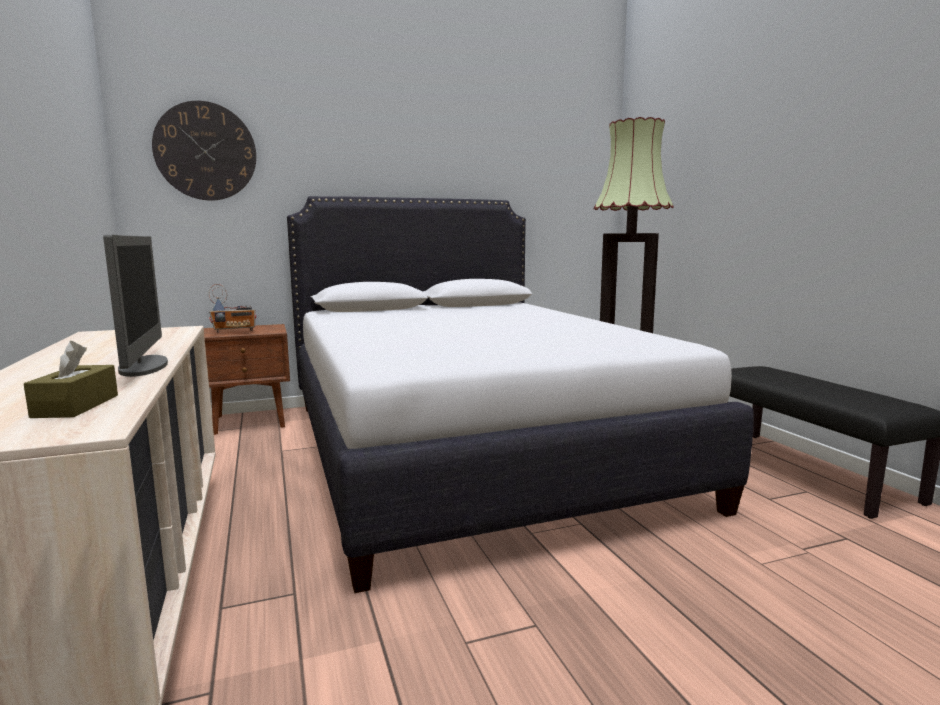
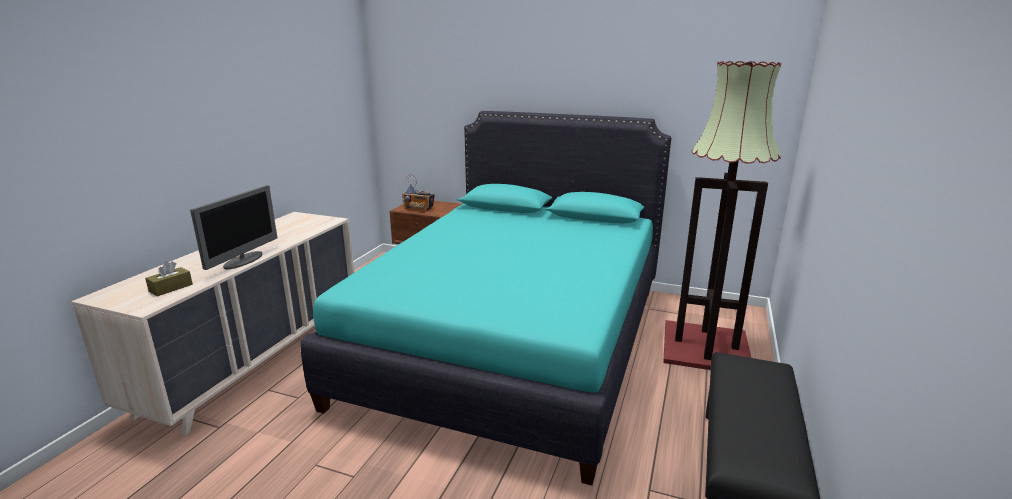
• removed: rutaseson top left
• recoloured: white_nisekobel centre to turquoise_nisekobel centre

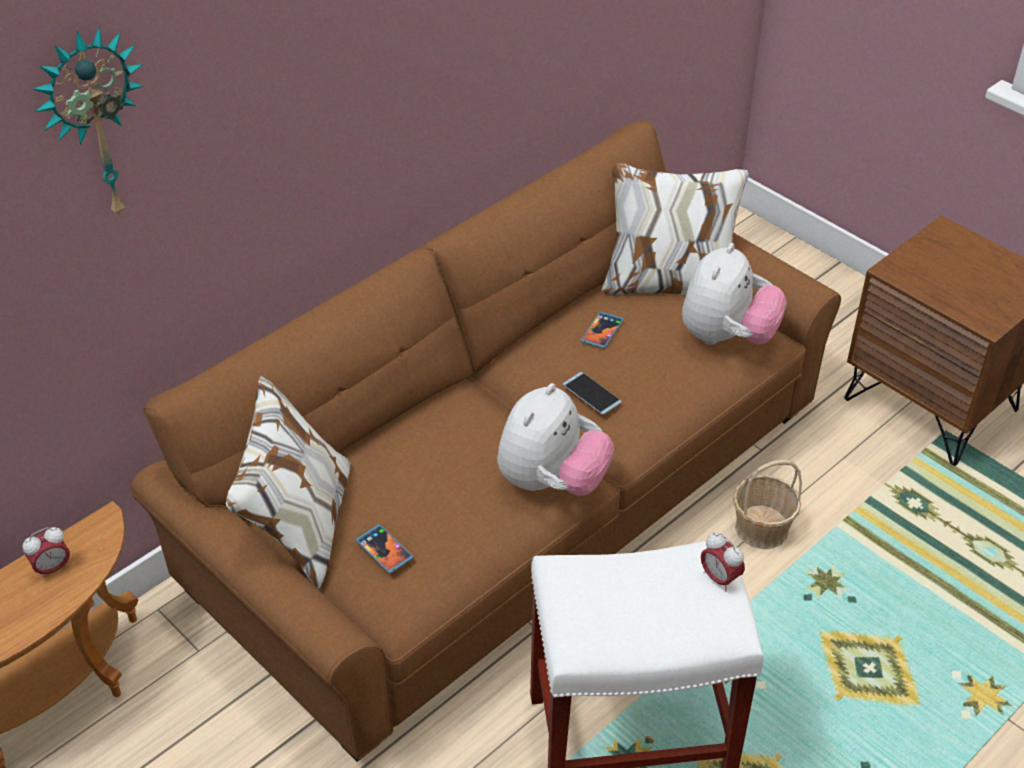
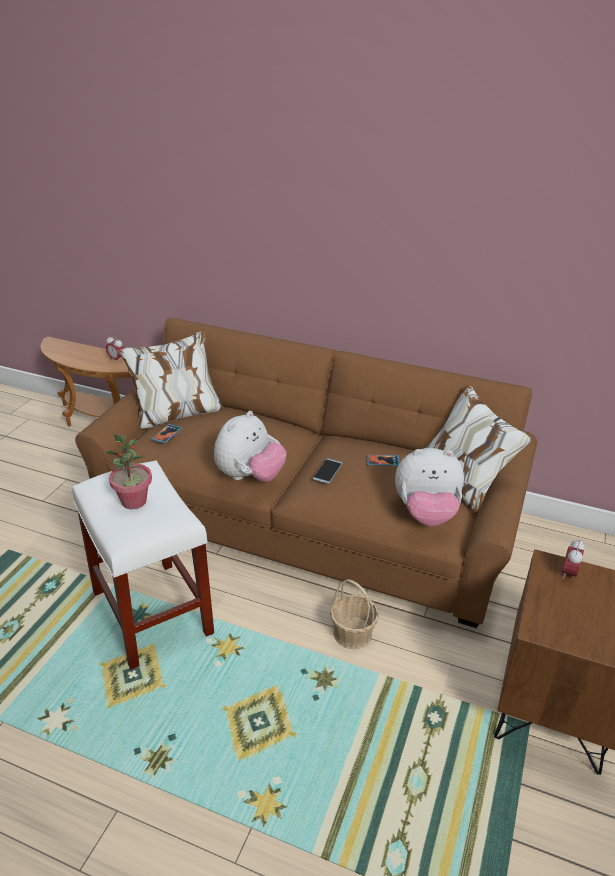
• removed: rutaseson top left
• turned: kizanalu (1st from left) centre = centre 60 degrees counterclockwise
• moved: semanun (2nd from left) bottom right to middle right
• added: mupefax middle left

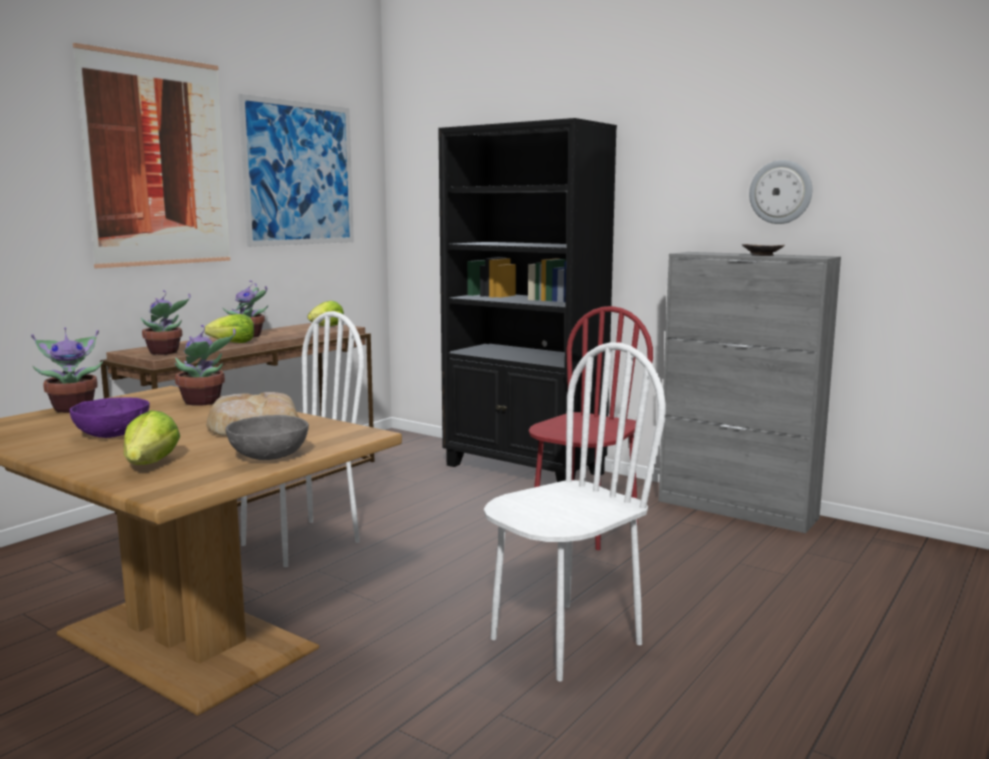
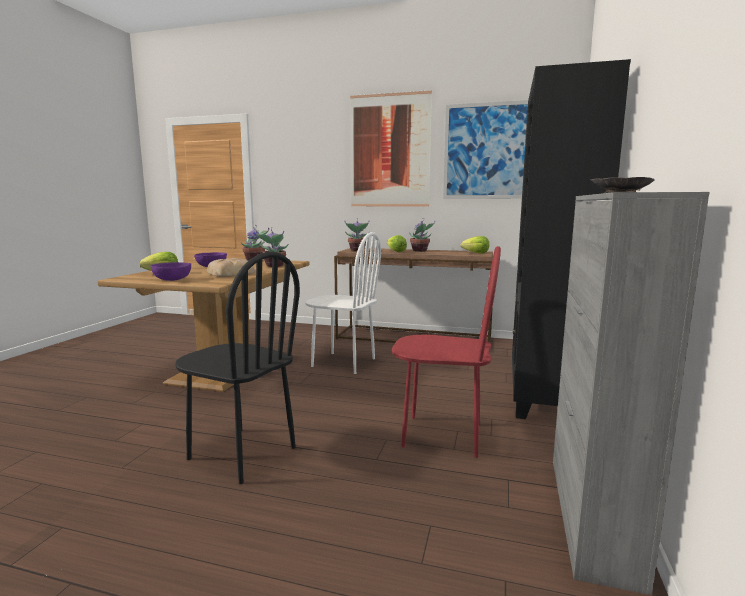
• recoloured: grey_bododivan middle left to purple_bododivan (1st from left) middle left
• recoloured: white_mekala (2nd from left) bottom centre to black_mekala middle left
• removed: rutaseson top right

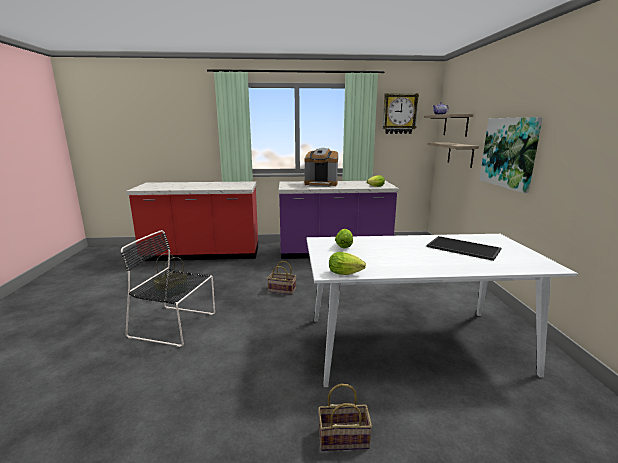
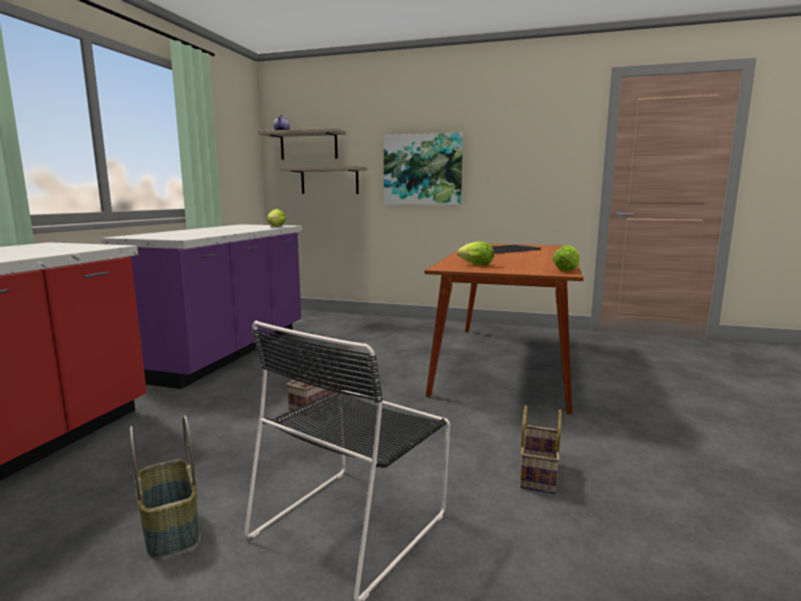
• removed: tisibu centre
• recoloured: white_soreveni bottom right to brown_soreveni centre
• moved: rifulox (3rd from left) bottom centre to bottom right
• removed: rutaseson top centre

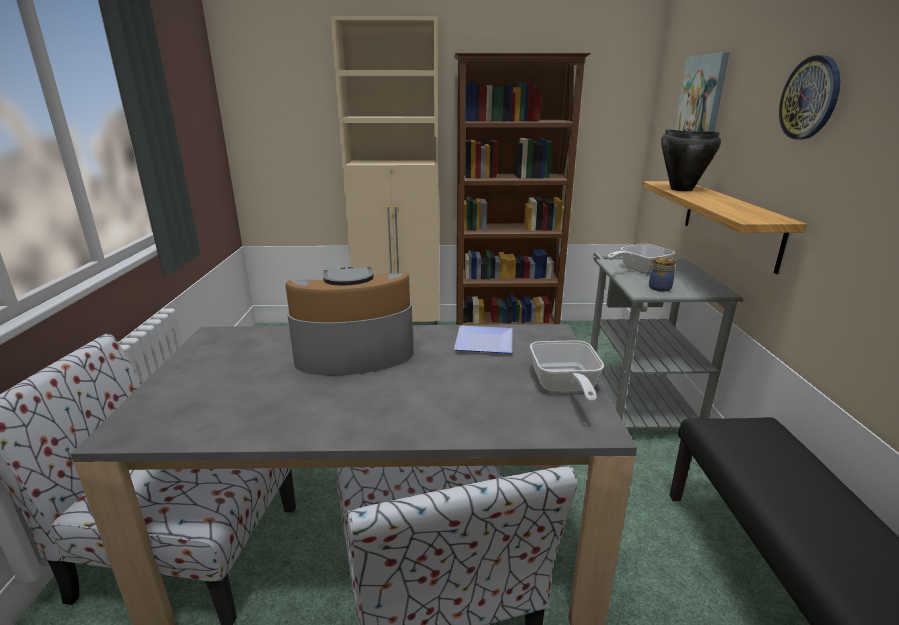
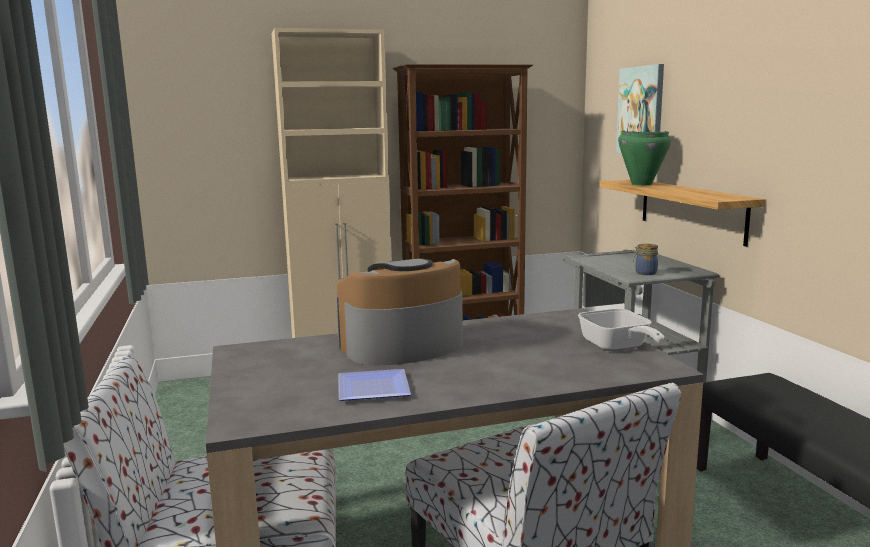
• moved: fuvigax centre to bottom centre
• removed: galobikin (2nd from left) middle right
• recoloured: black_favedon top right to green_favedon top right
• removed: rutaseson top right

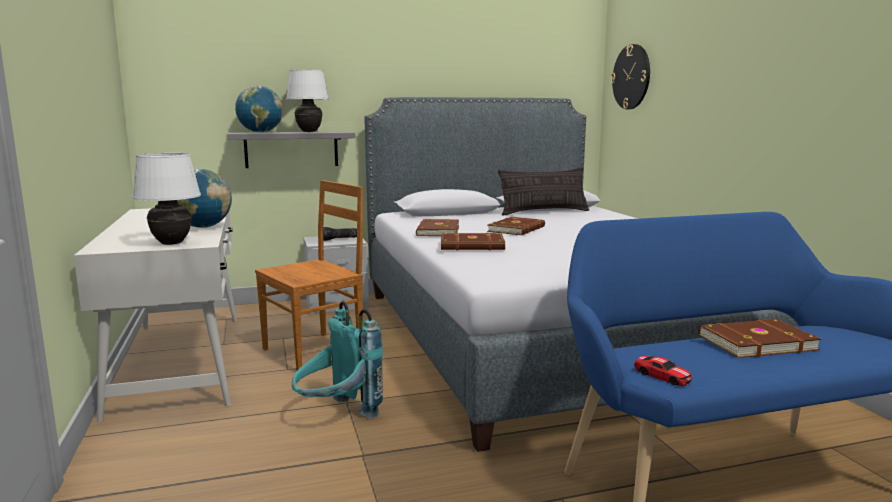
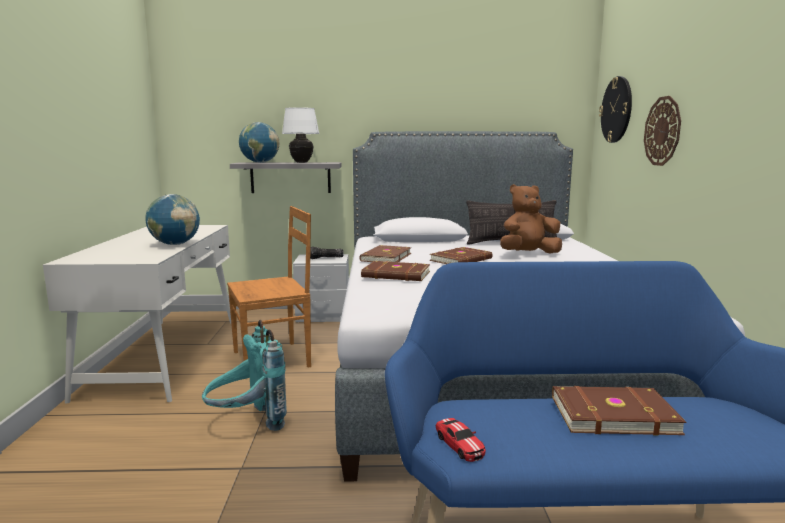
• removed: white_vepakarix (1st from left) middle left
• added: brown_kizanalu middle right
• added: rutaseson (2nd from left) top right

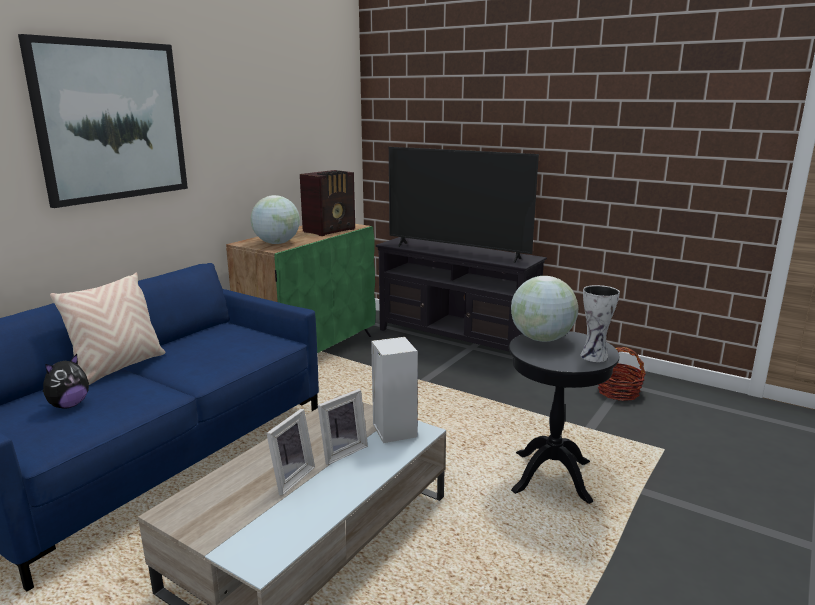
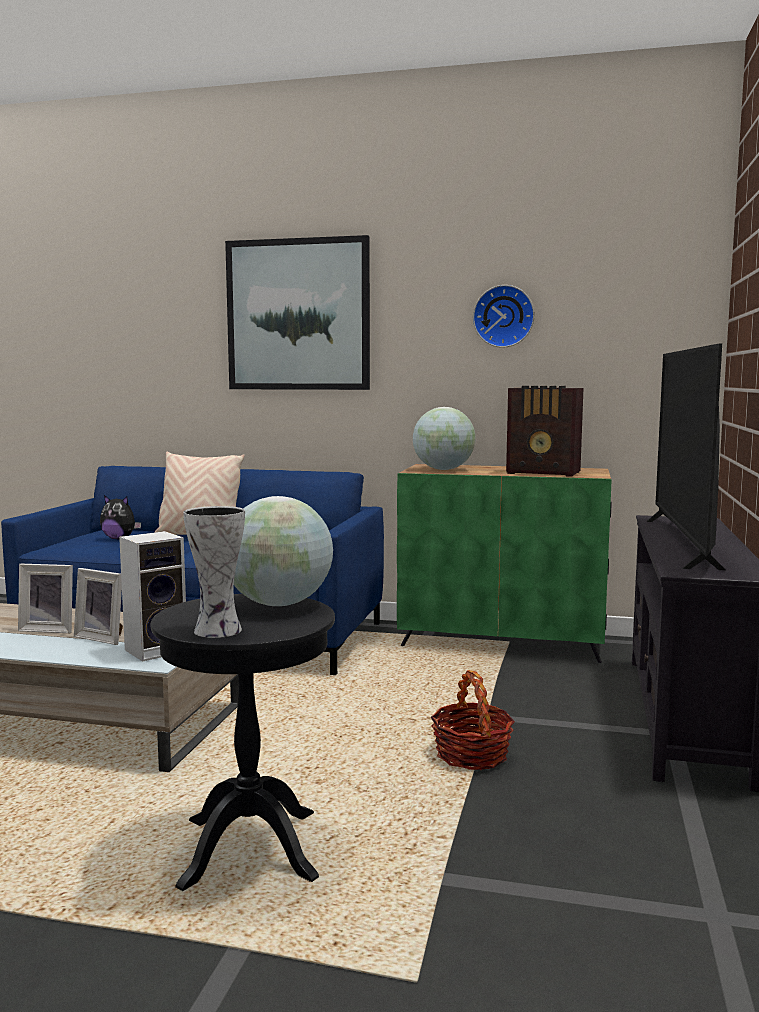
• moved: rifulox middle right to bottom centre
• added: rutaseson top centre

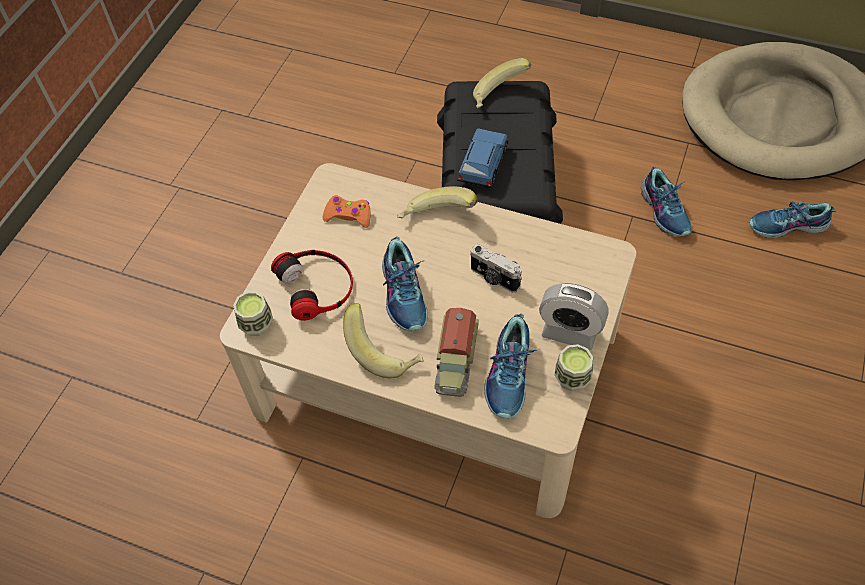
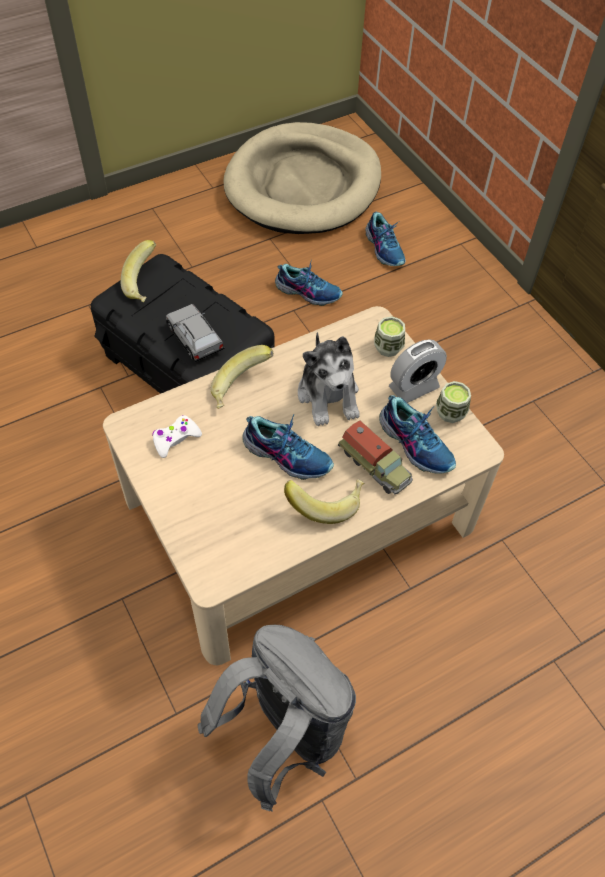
• moved: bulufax (1st from left) middle left to centre
• removed: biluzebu centre
• recoloured: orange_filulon centre to white_filulon middle left
• recoloured: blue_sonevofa top centre to grey_sonevofa middle left
• replaced: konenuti centre to kizanalu centre
• turned: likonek (4th from left in the first image) middle right = top centre 60 degrees counterclockwise
• added: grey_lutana bottom centre

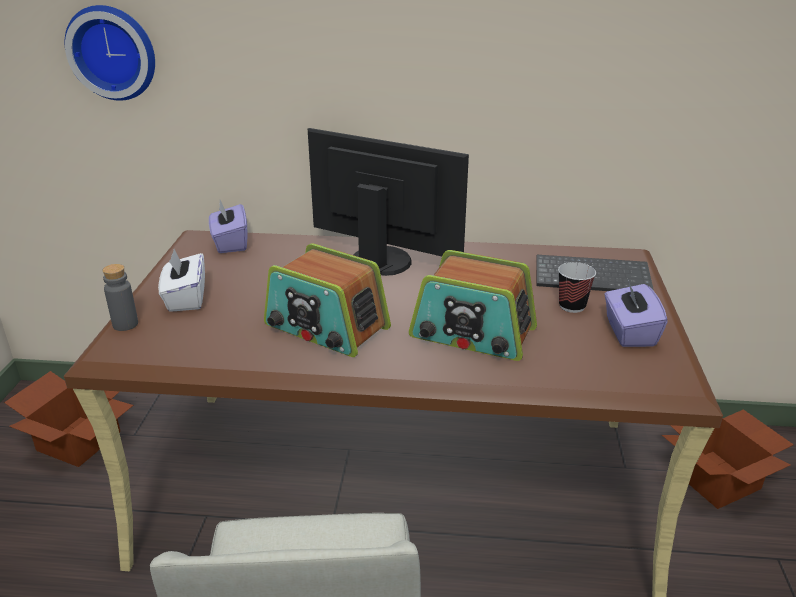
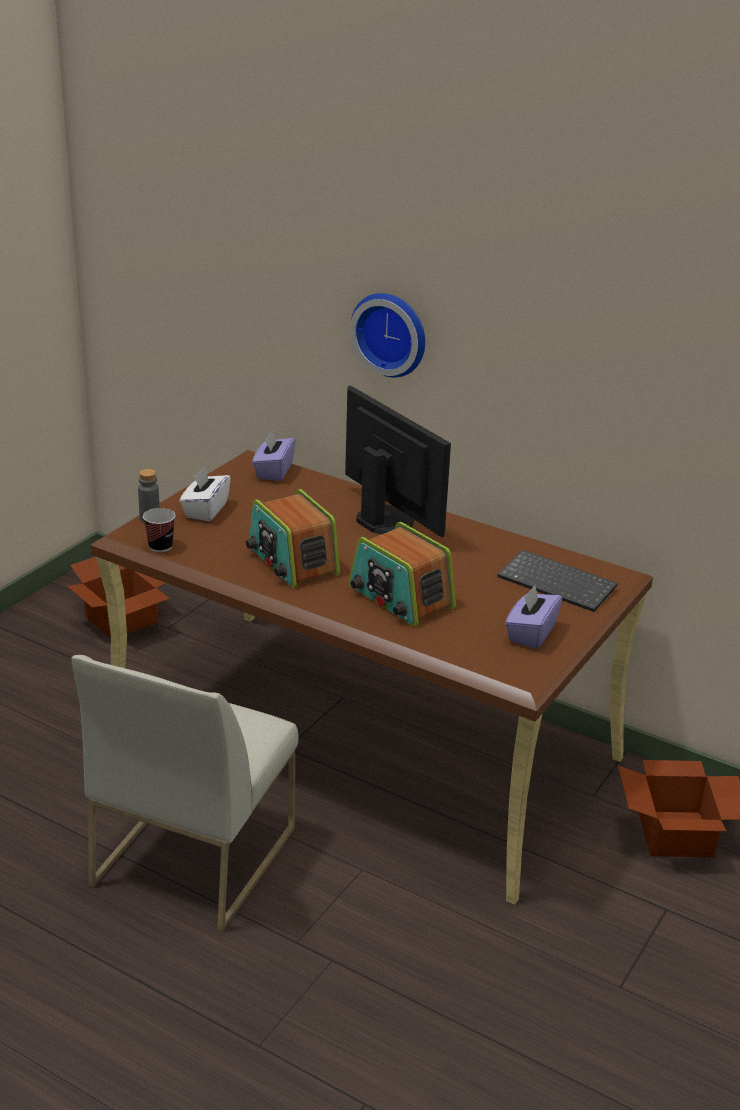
• moved: rutaseson top left to top centre
• moved: bulufax middle right to middle left

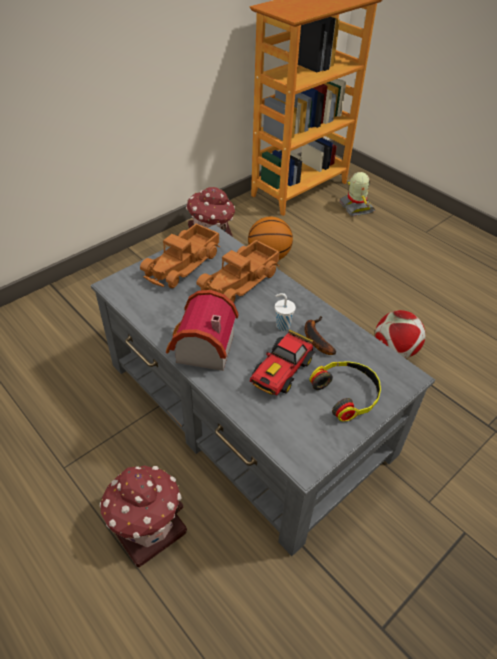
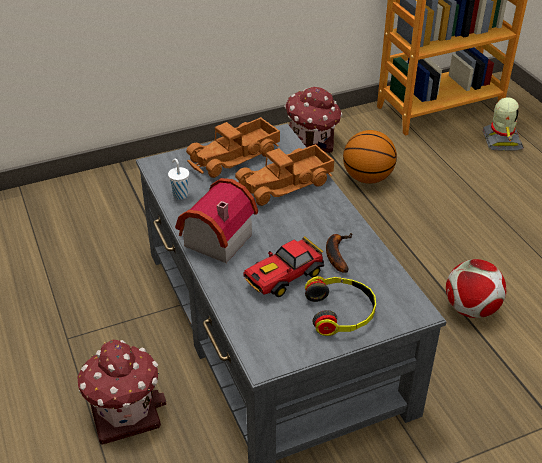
• moved: white_bulufax centre to middle left

